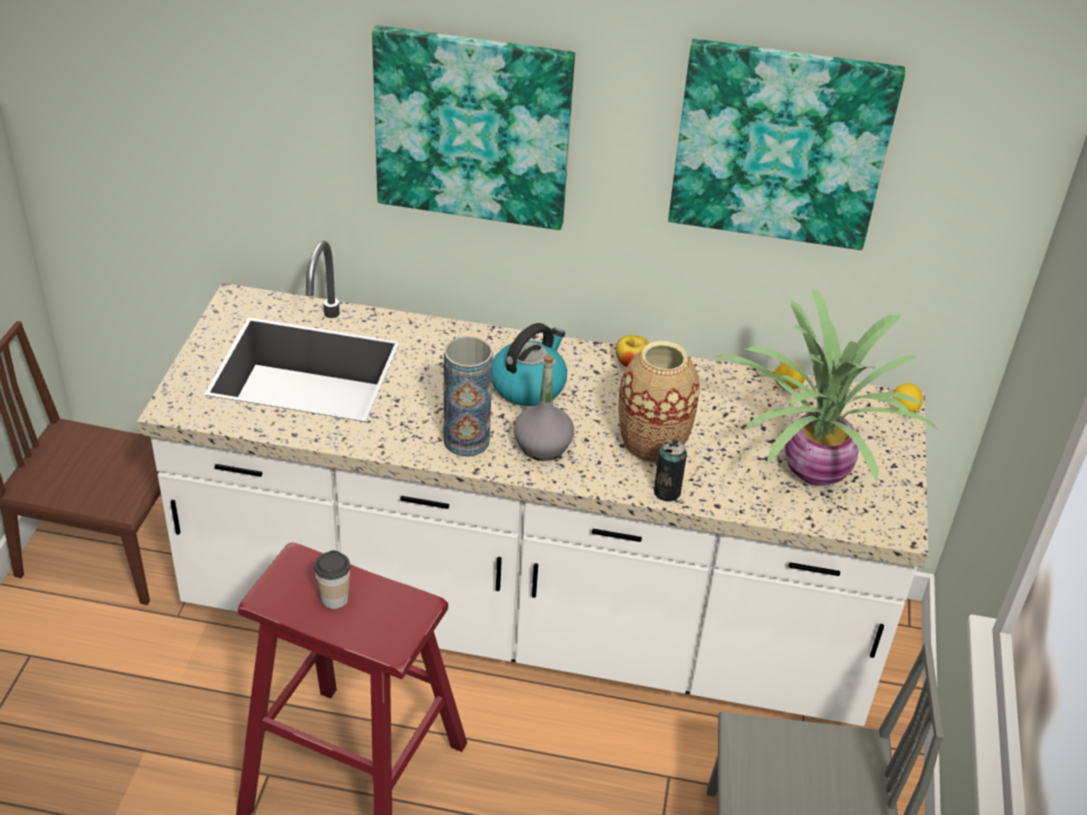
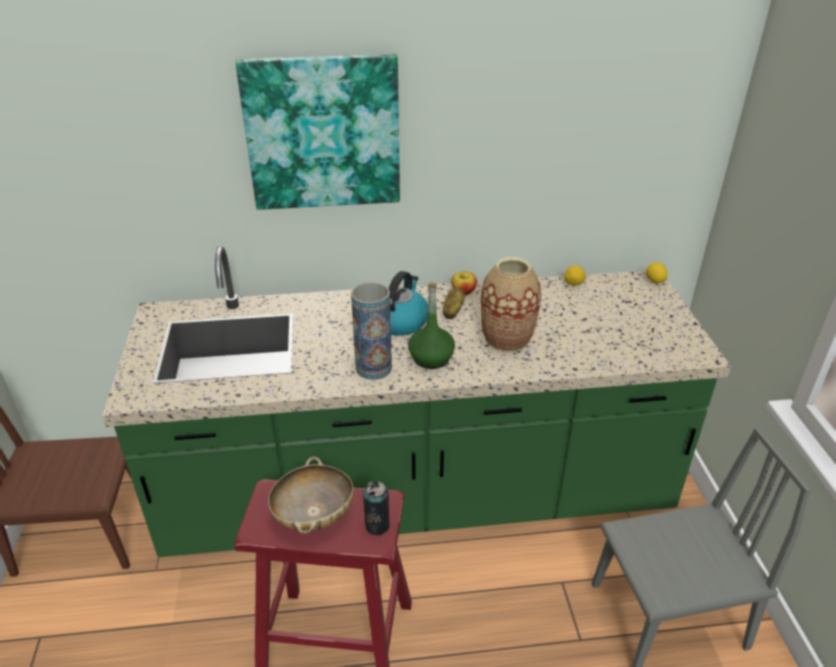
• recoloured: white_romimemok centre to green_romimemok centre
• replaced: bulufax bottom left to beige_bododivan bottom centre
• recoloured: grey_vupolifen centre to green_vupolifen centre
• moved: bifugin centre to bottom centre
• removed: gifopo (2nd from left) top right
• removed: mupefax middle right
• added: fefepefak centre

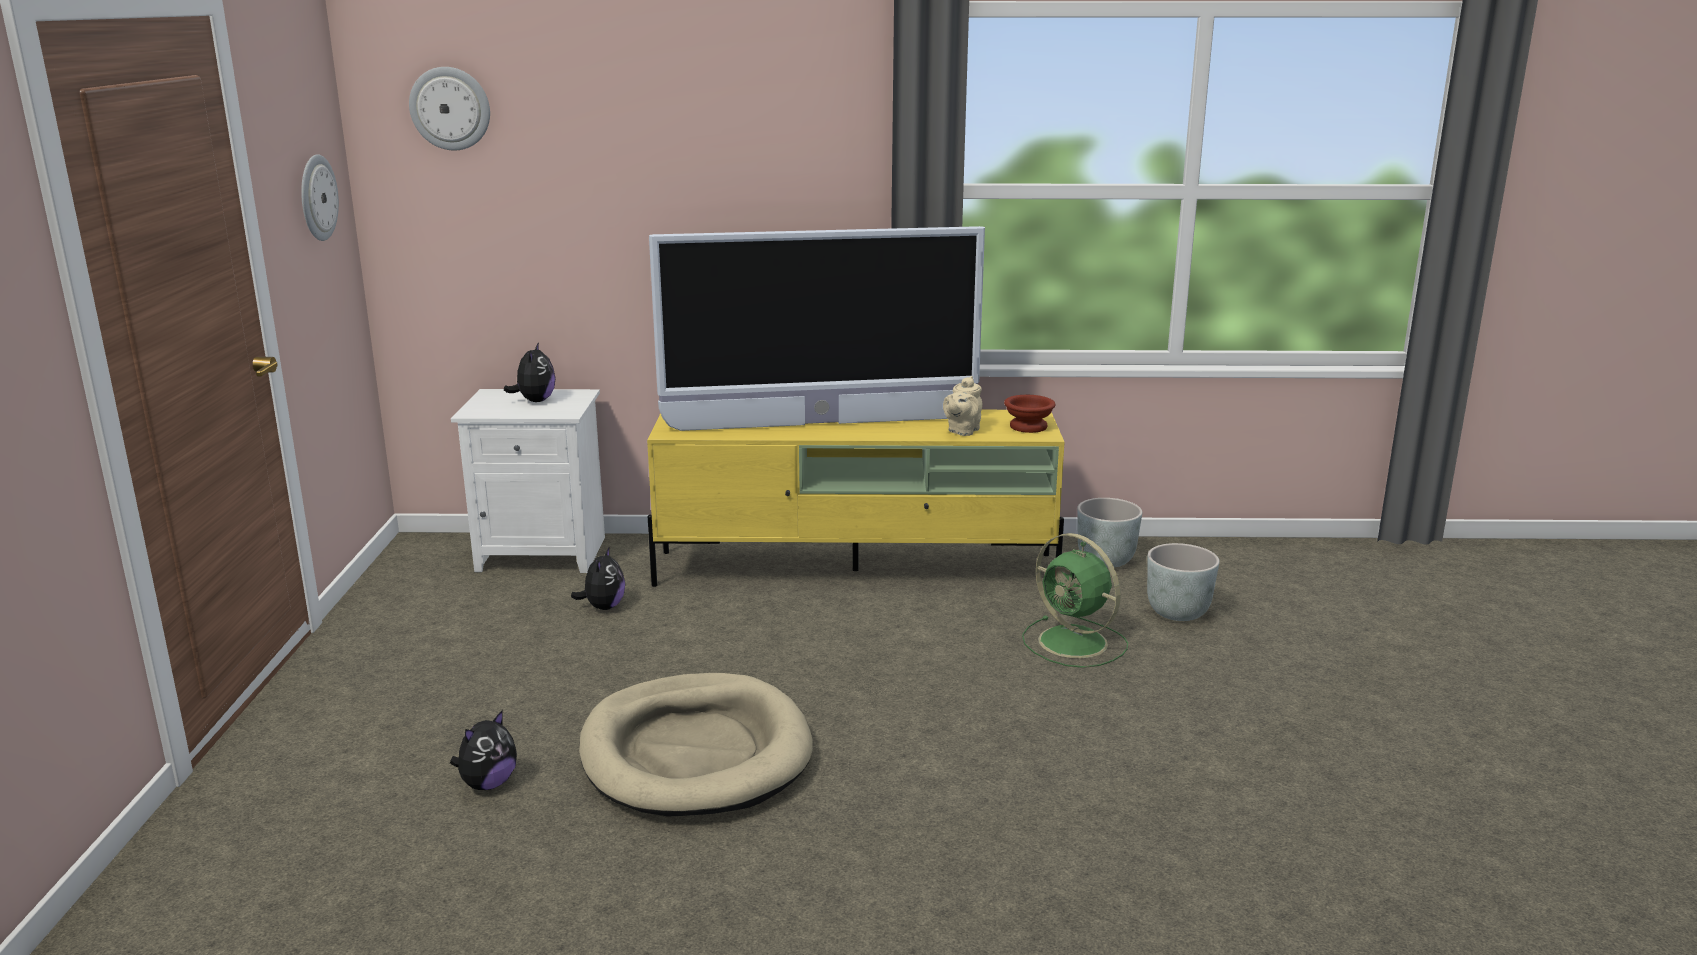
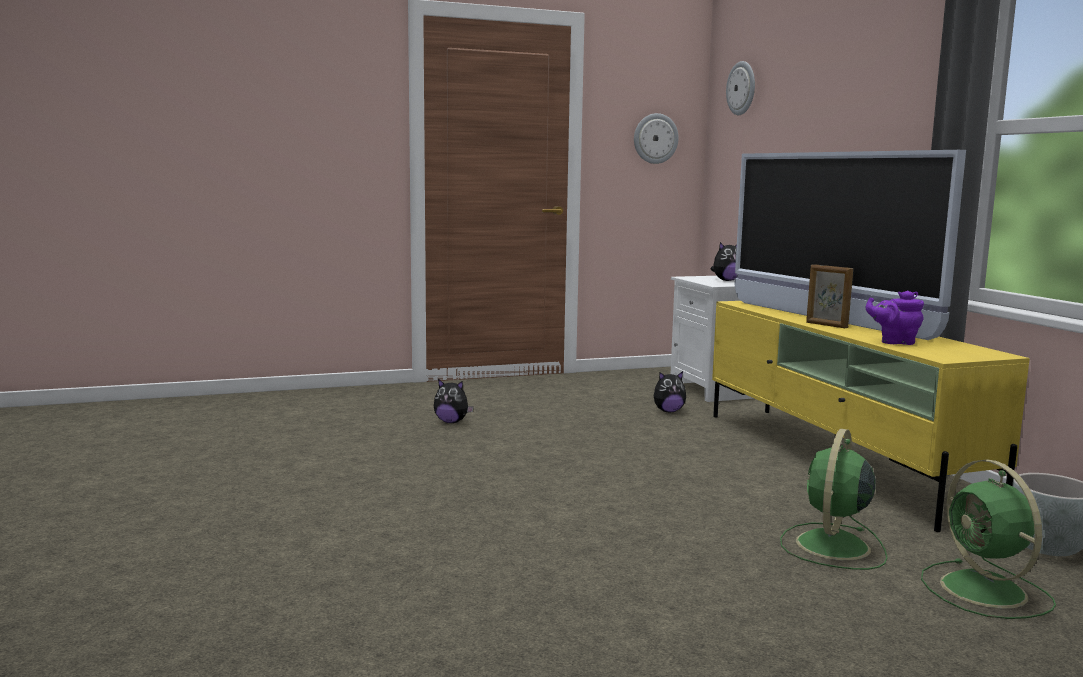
• removed: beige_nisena bottom centre
• recoloured: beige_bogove centre to purple_bogove middle right
• removed: brown_bododivan centre
• replaced: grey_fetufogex (2nd from left) middle right to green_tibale (2nd from left) bottom right
• added: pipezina middle right

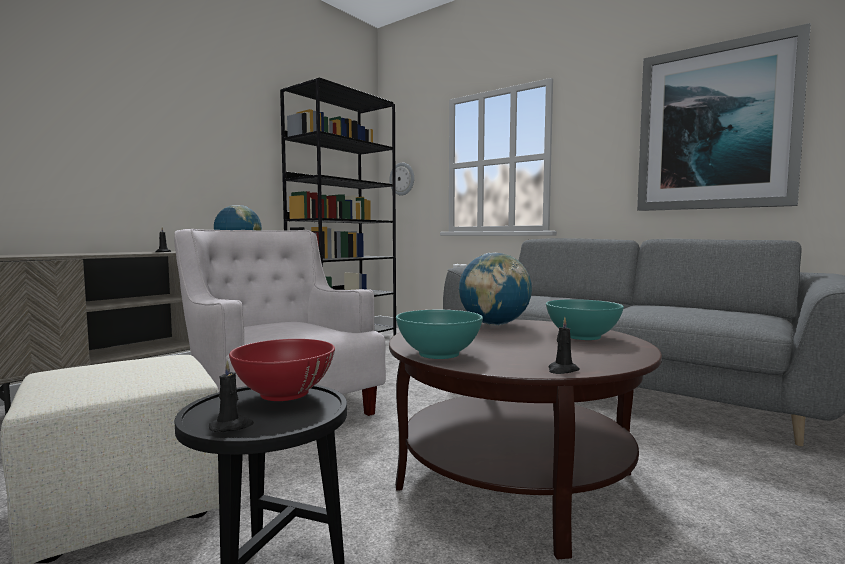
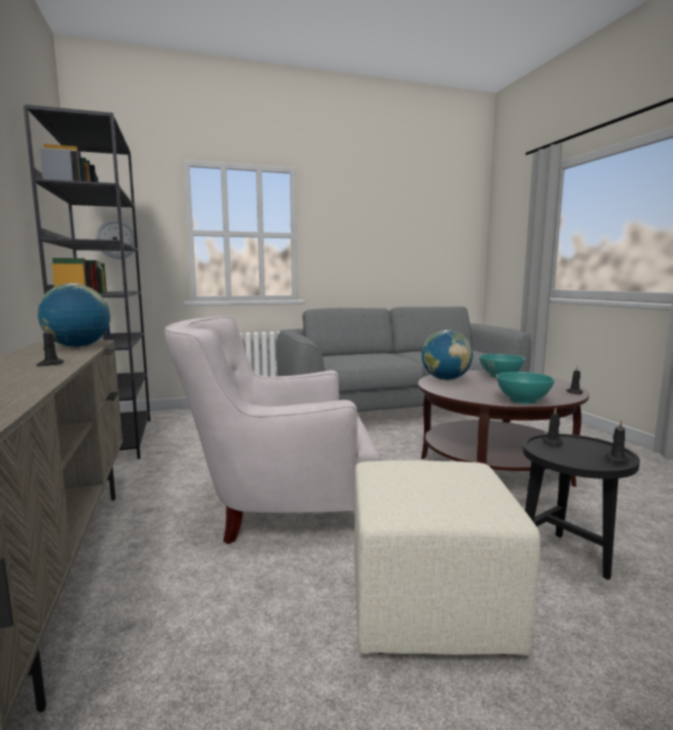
• replaced: red_bododivan centre to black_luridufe (2nd from left) middle right
• removed: gifopo top right

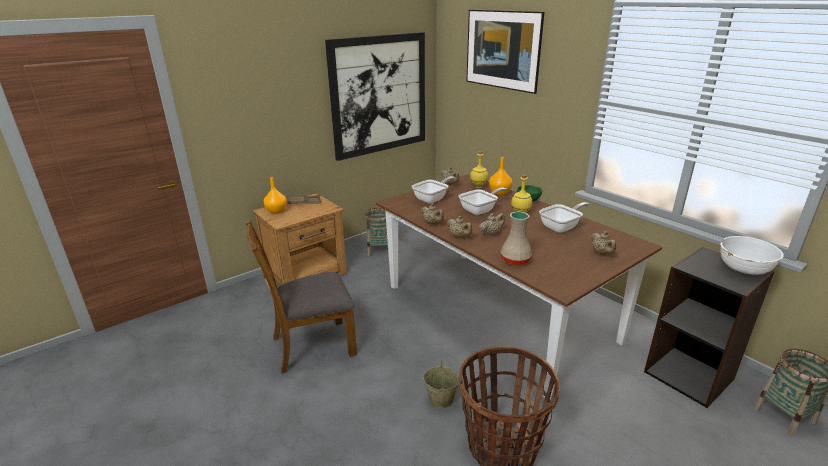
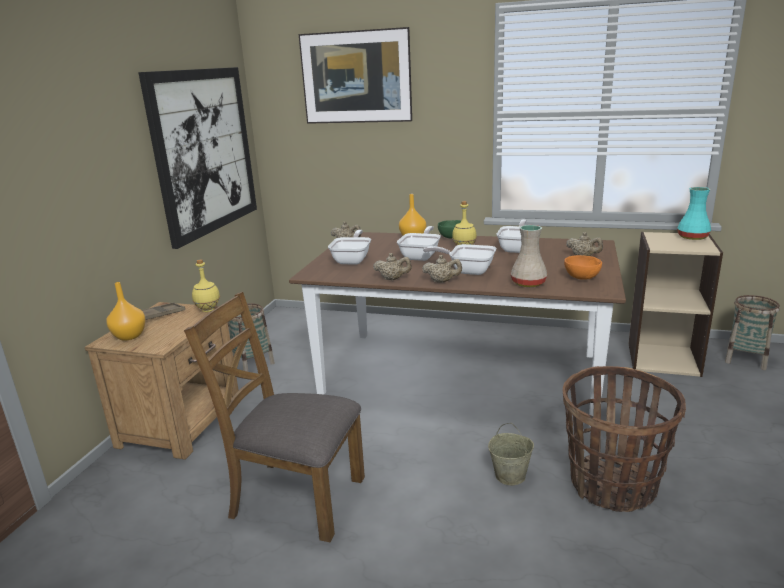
• turned: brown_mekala centre = bottom centre 75 degrees clockwise
• moved: yellow_vupolifen (1st from left) centre to middle left
• replaced: beige_bogove (4th from left) centre to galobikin (3rd from left) centre
• recoloured: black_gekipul bottom right to beige_gekipul middle right
• replaced: white_bododivan middle right to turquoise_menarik middle right
• added: orange_bododivan middle right

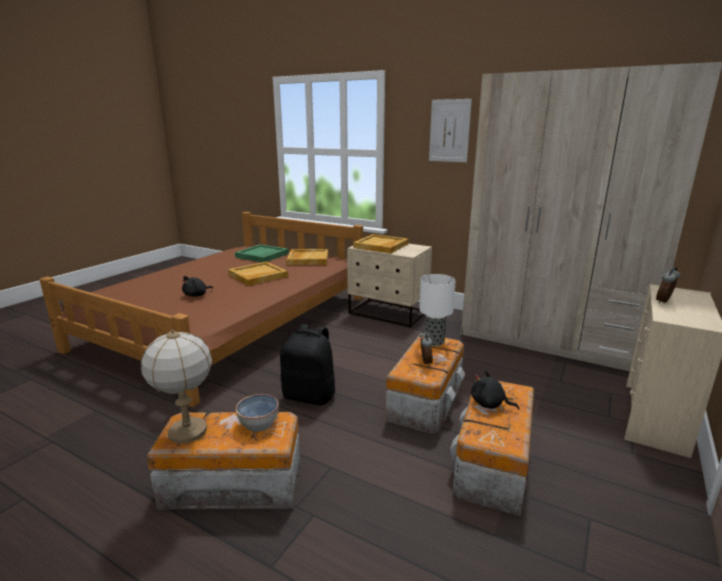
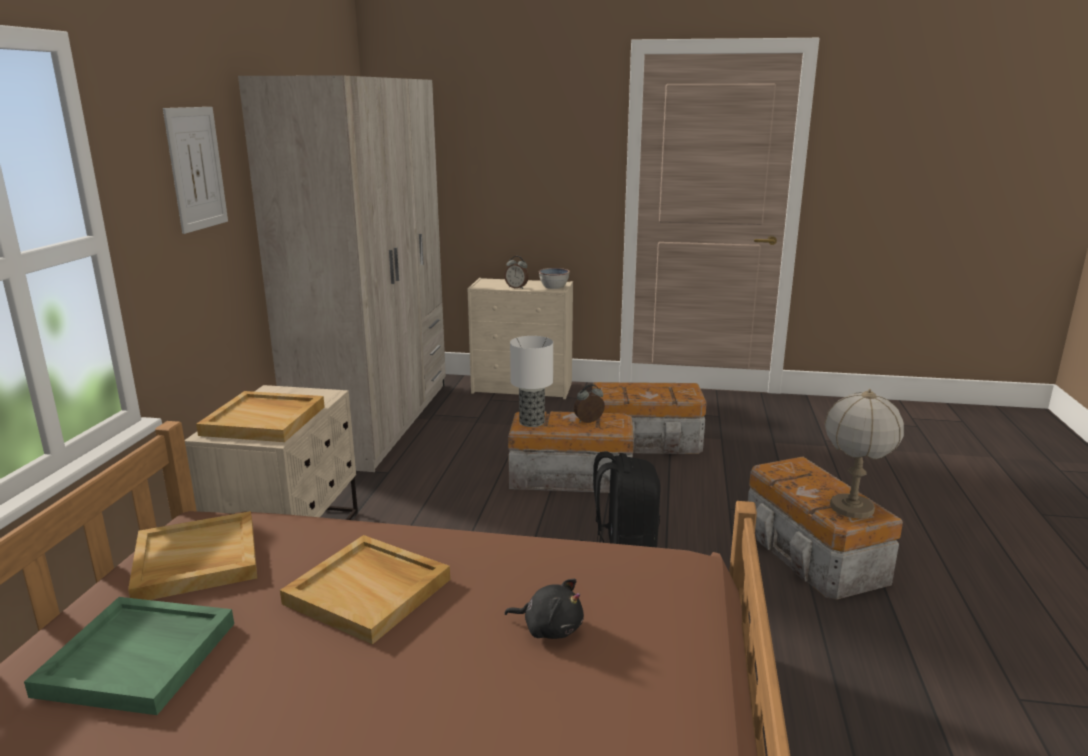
• moved: bododivan bottom centre to centre
• removed: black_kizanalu (2nd from left) bottom right

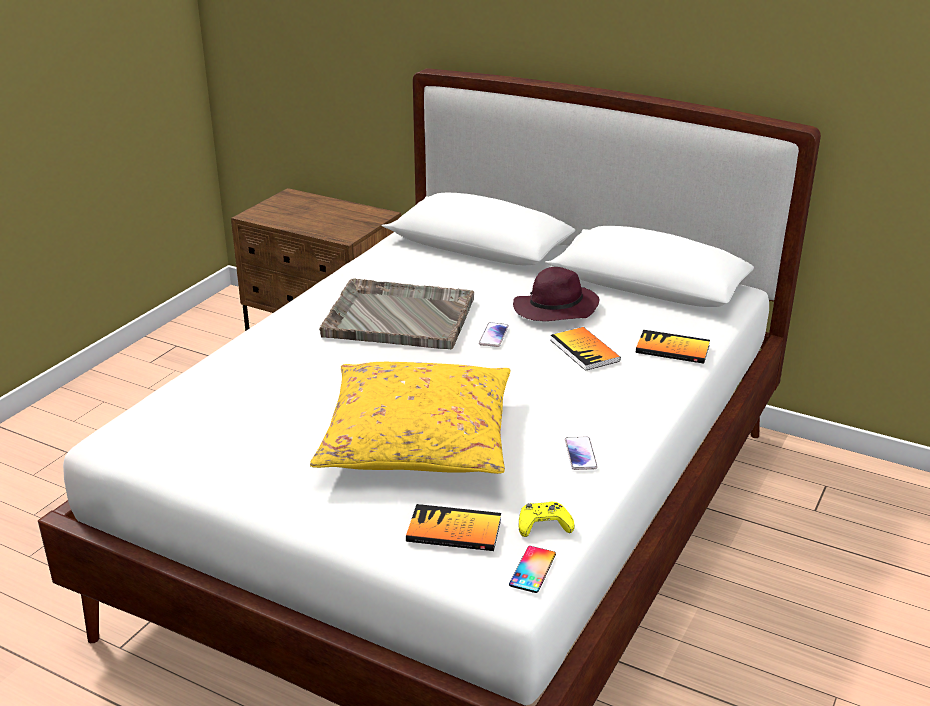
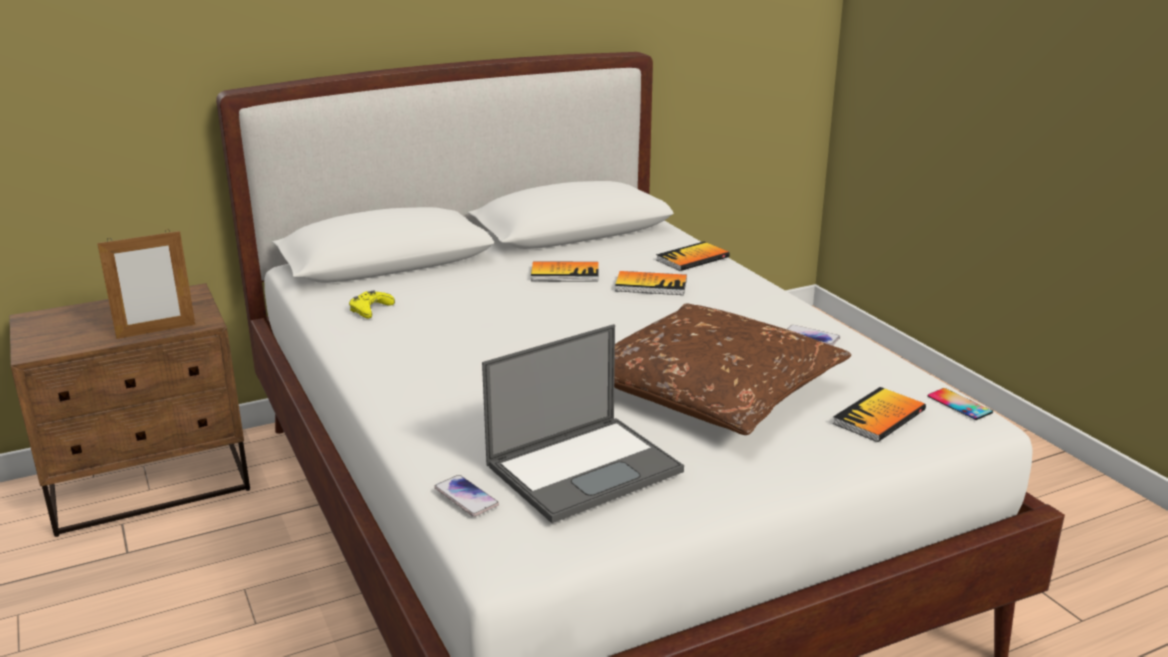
• recoloured: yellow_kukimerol centre to brown_kukimerol centre
• removed: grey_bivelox centre
• moved: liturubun (1st from left) centre to bottom centre
• replaced: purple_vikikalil centre to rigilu (1st from left) centre
• moved: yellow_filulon bottom centre to middle left
• added: pipezina middle left
• added: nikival centre

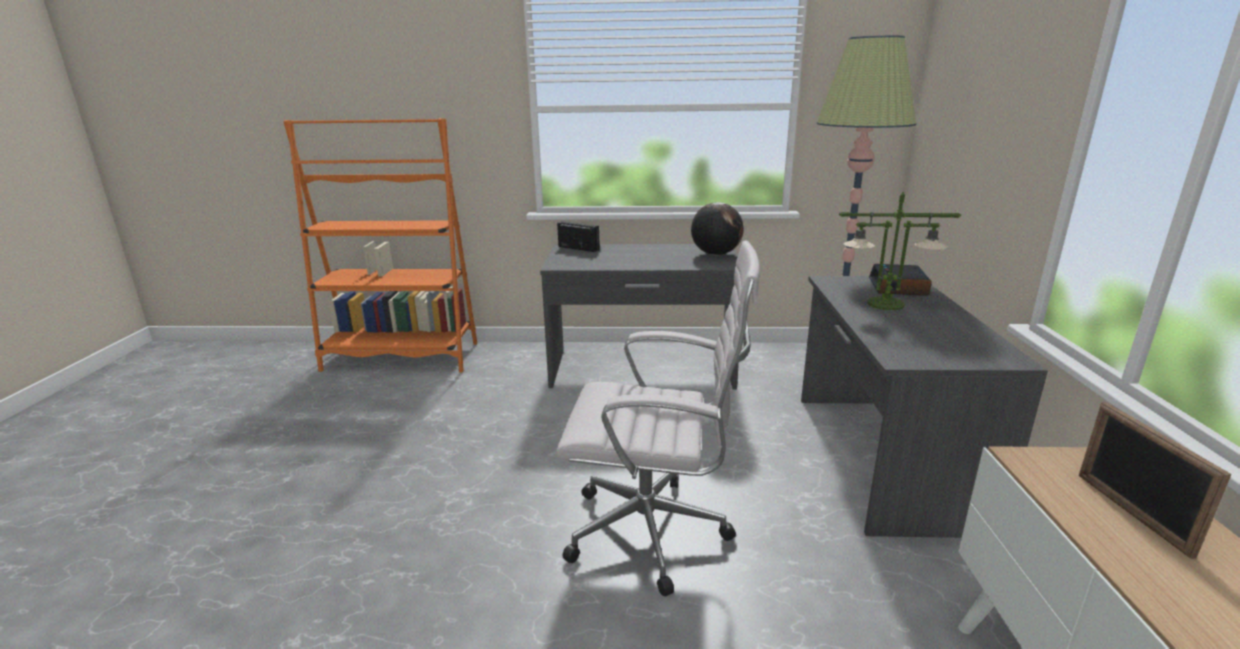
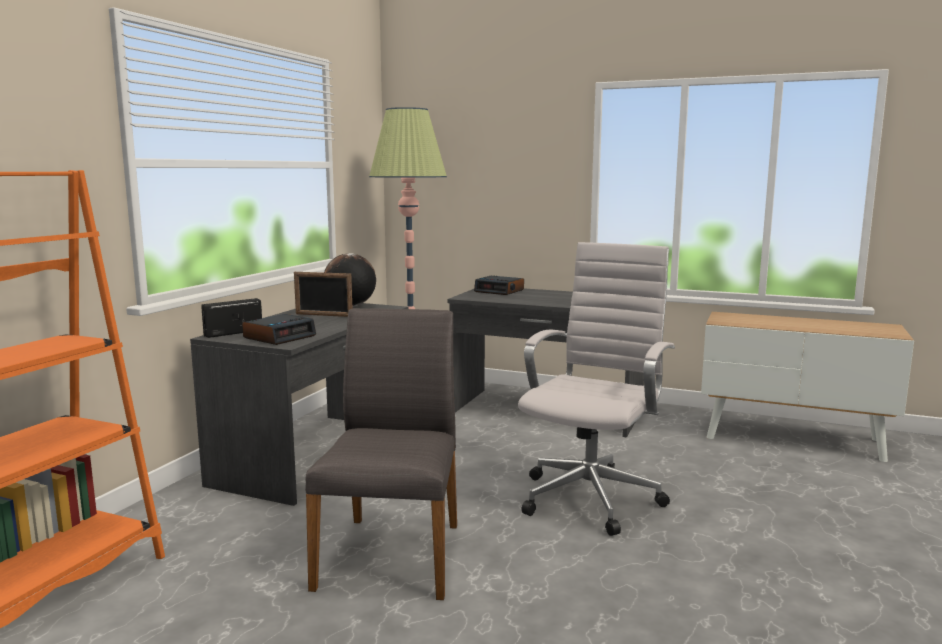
• removed: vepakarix middle right
• moved: pipezina bottom right to centre
• added: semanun (1st from left) middle left
• added: grey_mekala bottom centre

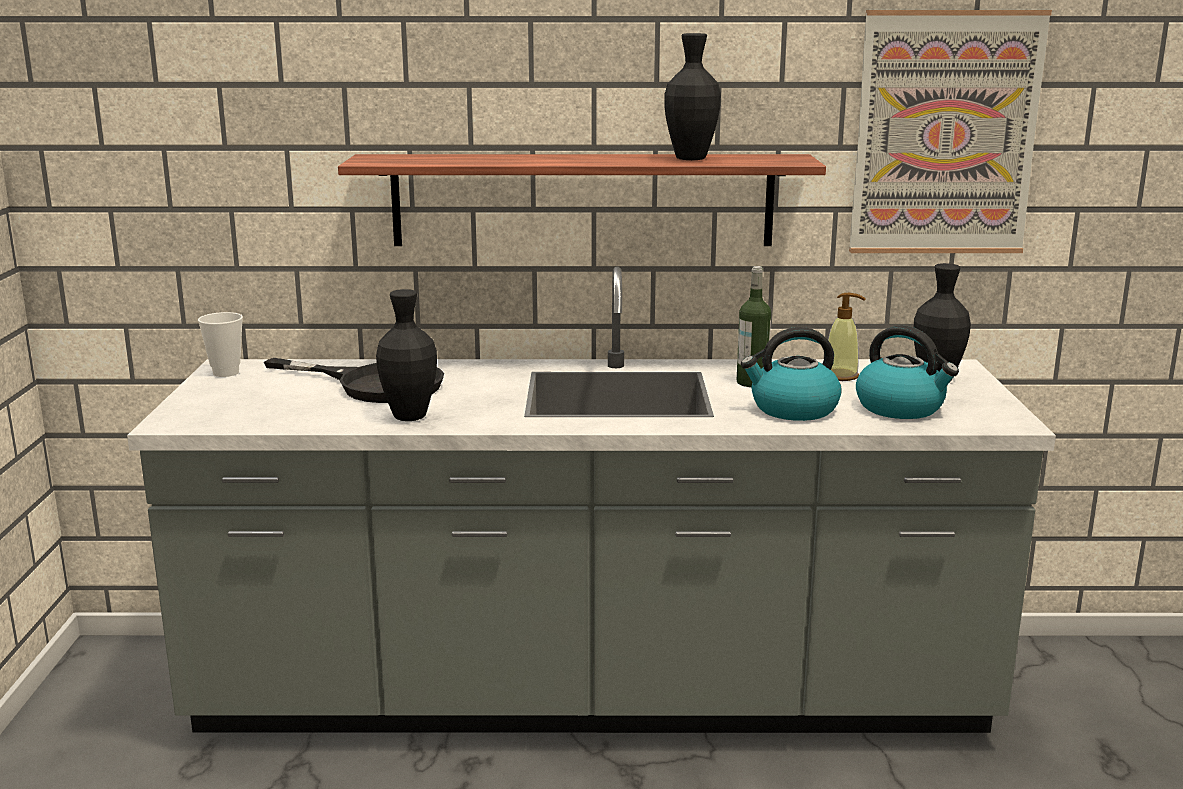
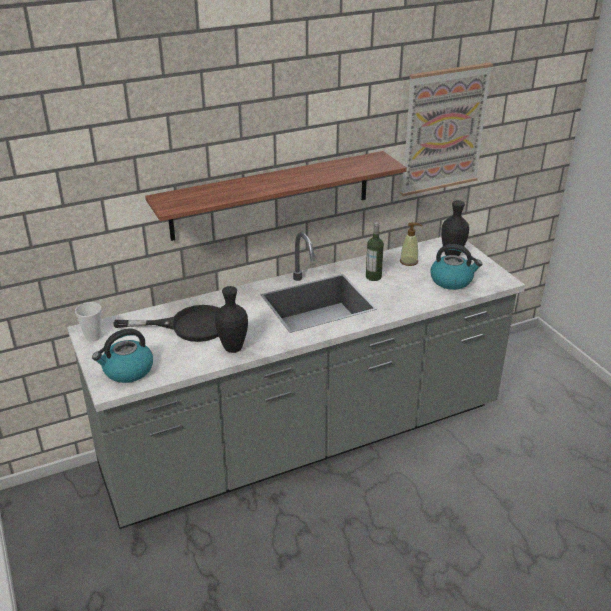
• removed: black_menarik (2nd from left) top centre
• moved: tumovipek (1st from left) middle right to middle left

